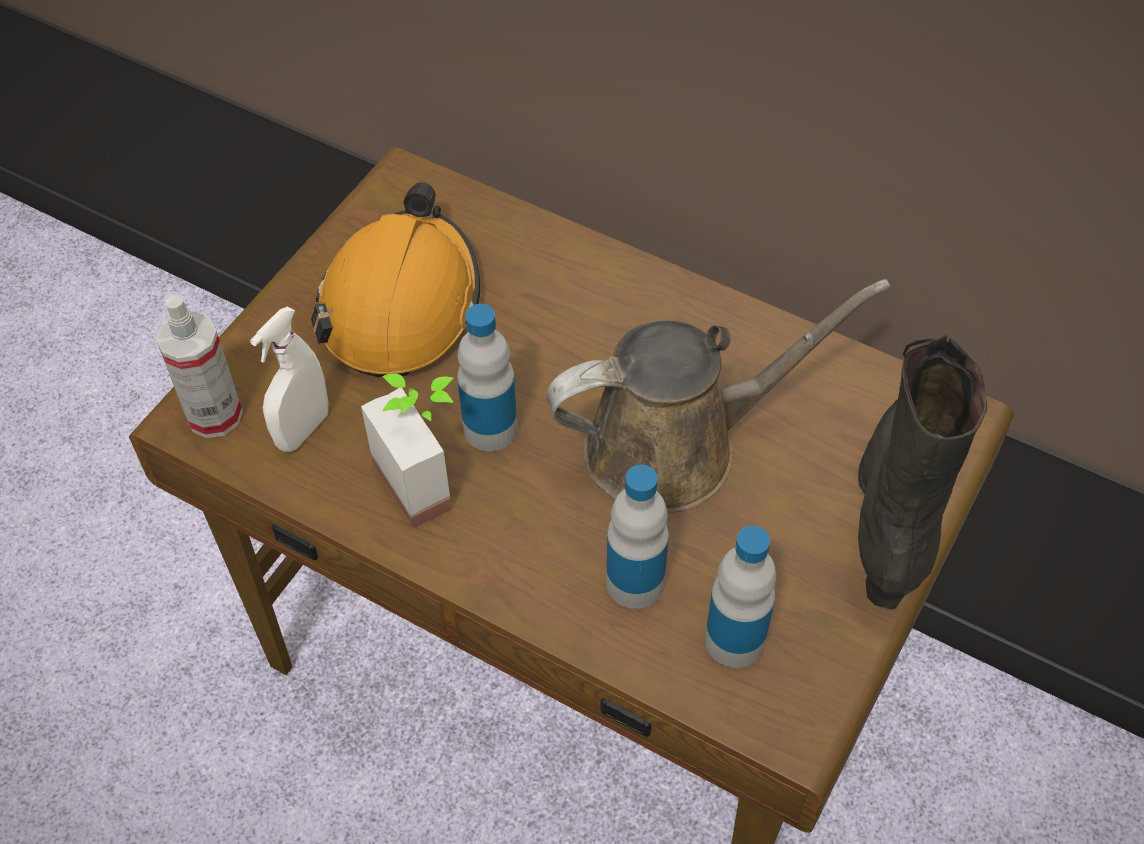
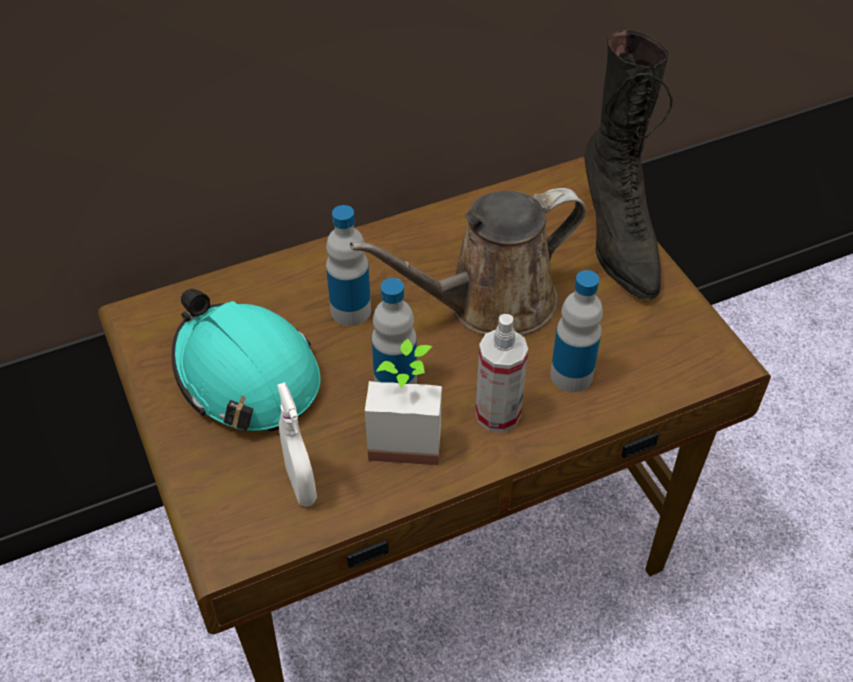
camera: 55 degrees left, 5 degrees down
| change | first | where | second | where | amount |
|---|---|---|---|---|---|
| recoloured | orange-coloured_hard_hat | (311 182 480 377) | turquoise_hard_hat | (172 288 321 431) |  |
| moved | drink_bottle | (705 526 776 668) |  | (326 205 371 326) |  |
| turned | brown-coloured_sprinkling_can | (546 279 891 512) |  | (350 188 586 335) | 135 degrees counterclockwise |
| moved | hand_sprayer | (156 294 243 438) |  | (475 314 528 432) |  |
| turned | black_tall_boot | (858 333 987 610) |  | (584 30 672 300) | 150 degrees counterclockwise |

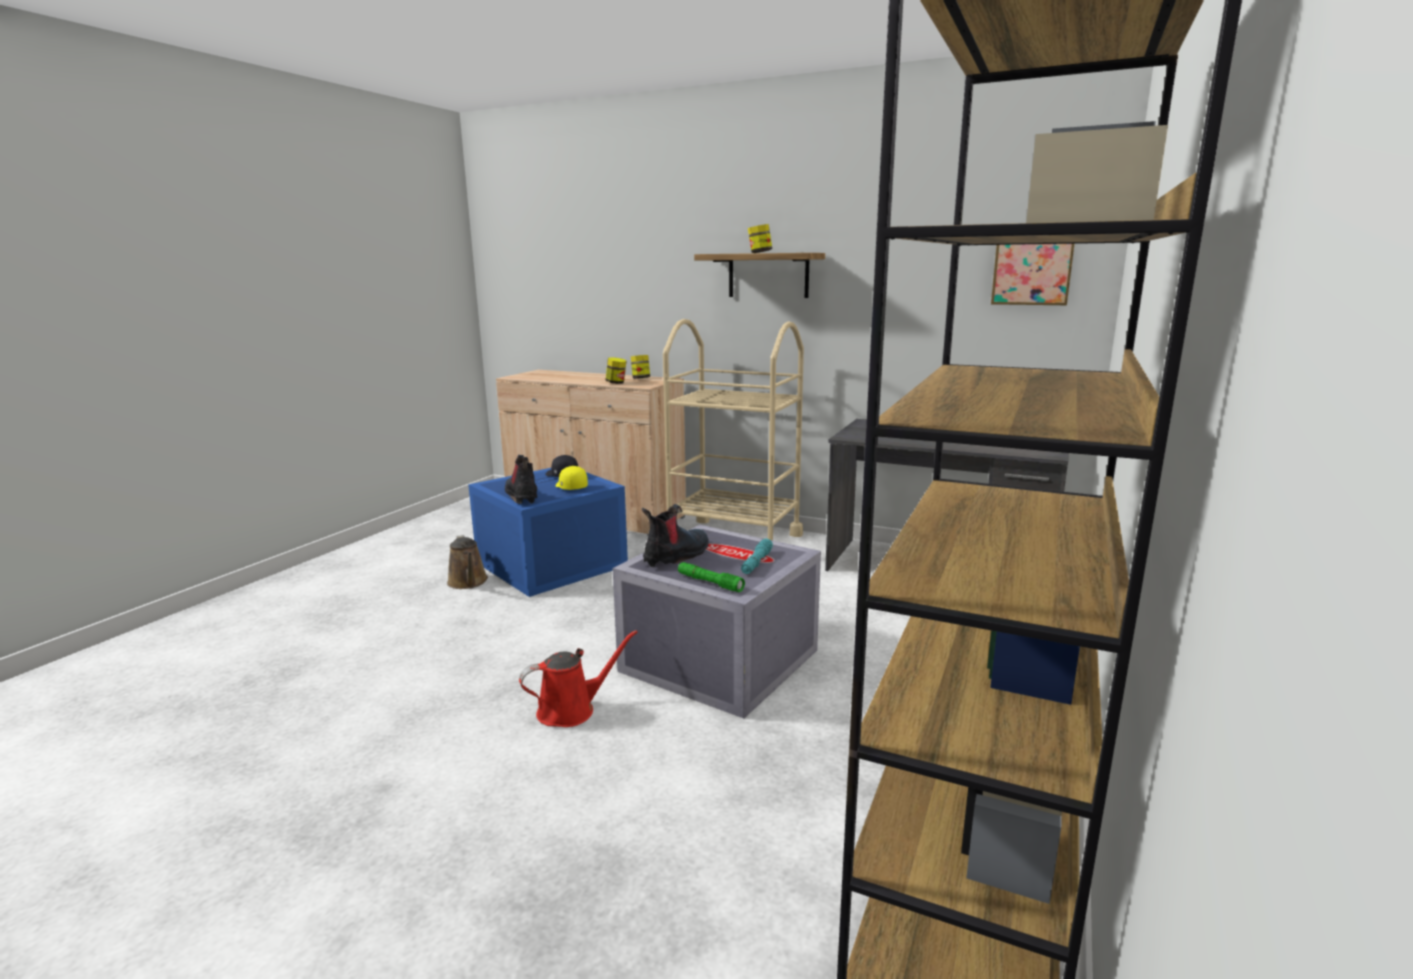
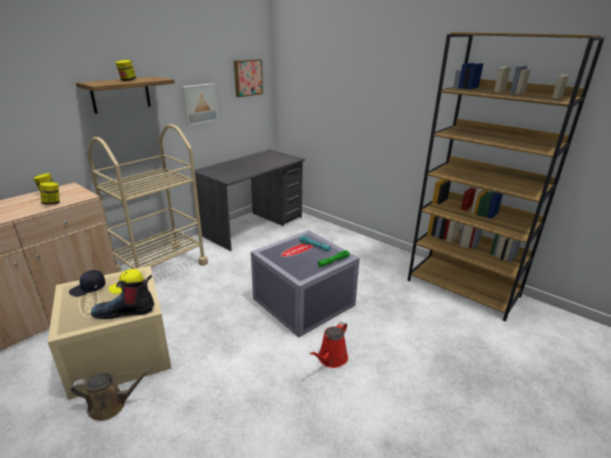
camera: 75 degrees left, 10 degrees up
| change | first | where | second | where | amount |
|---|---|---|---|---|---|
| recoloured | bluish_storage_container | (468 468 628 597) | beige_storage_container | (48 266 171 400) |  |
| added |  |  | wall_picture | (182 83 218 125) |  |
| turned | red-coloured_sprinkling_can | (519 630 638 727) |  | (310 322 348 368) | 135 degrees counterclockwise |
| removed | tall_boot | (642 504 709 567) |  |  |  |

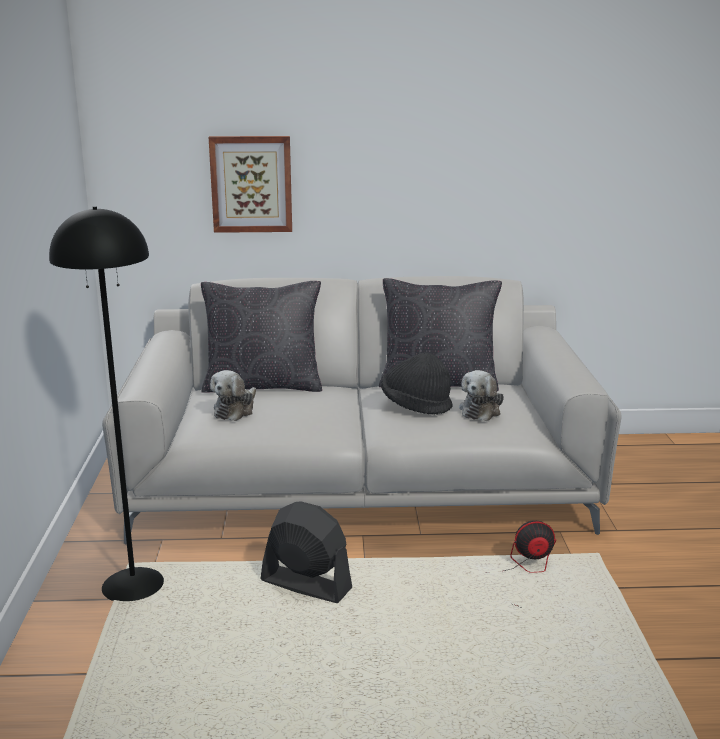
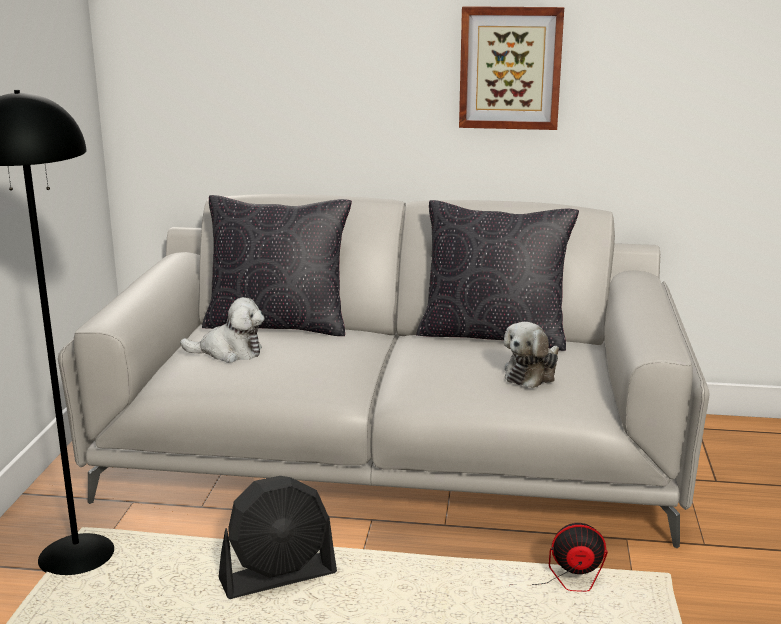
camera: 10 degrees right, 0 degrees up
| change | first | where | second | where | amount |
|---|---|---|---|---|---|
| turned | cuddly_toy | (210 370 256 421) |  | (180 297 264 363) | 120 degrees counterclockwise |
| turned | black_cooling_fan | (261 501 352 603) |  | (219 476 337 599) | 120 degrees clockwise |
| moved | wall_picture | (208 136 292 233) |  | (459 6 564 130) |  |
| removed | black_clothing_hat | (381 352 453 415) |  |  |  |

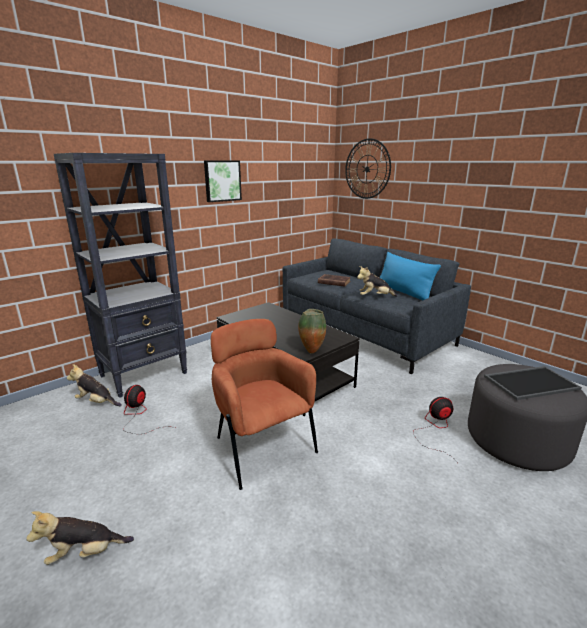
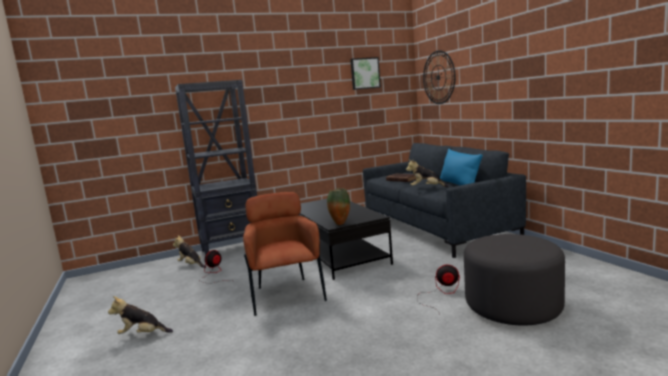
camera: 20 degrees right, 10 degrees down
| change | first | where | second | where | amount |
|---|---|---|---|---|---|
| moved | wall_picture | (204 160 242 202) |  | (350 57 381 90) |  |
| removed | tray | (484 366 582 400) |  |  |  |

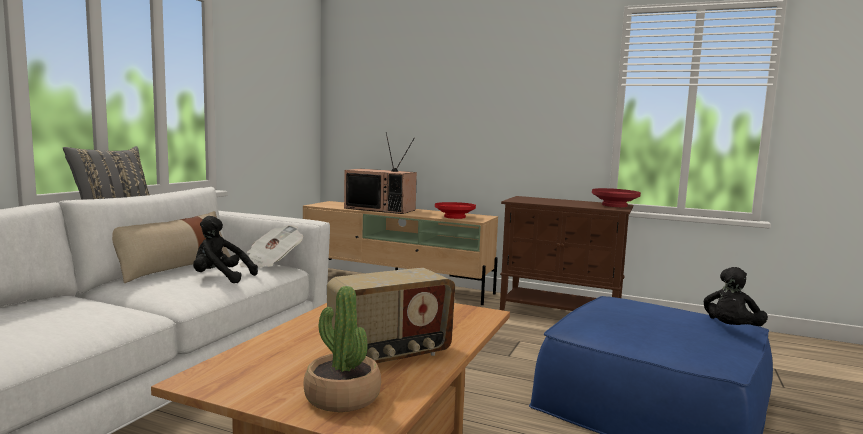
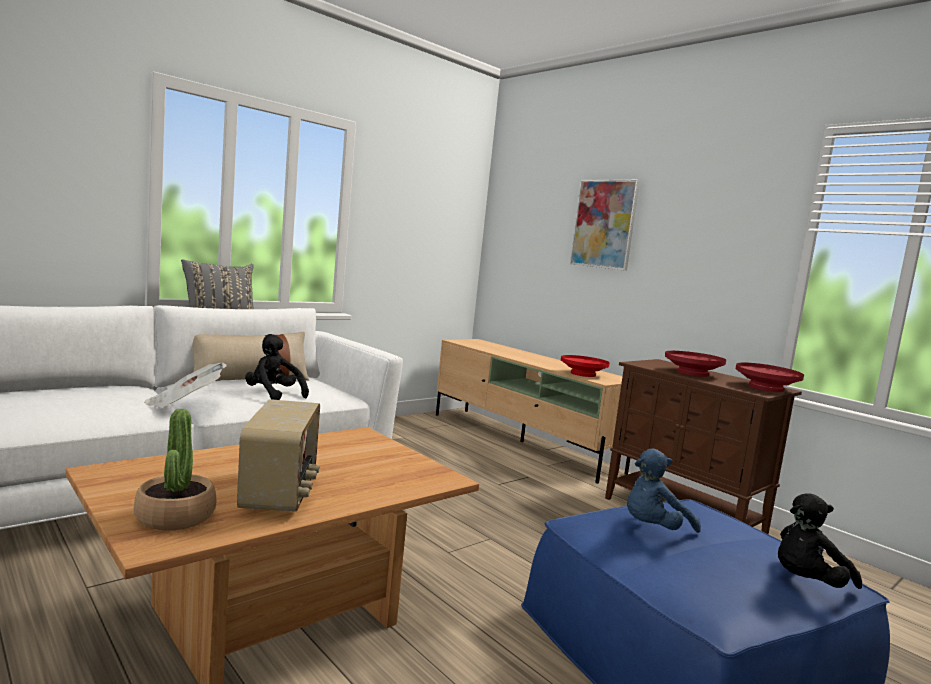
camera: 25 degrees right, 0 degrees up
| change | first | where | second | where | amount |
|---|---|---|---|---|---|
| moved | newspaper | (240 225 303 268) |  | (144 363 227 408) |  |
| turned | radio_receiver | (327 268 455 363) |  | (237 399 320 512) | 90 degrees counterclockwise |
| added |  |  | wall_picture | (570 179 640 271) |  |
| added |  |  | bluish_cuddly_toy | (627 448 701 533) |  |
| added |  |  | red-coloured_bowl | (665 351 726 377) |  |
| removed | television | (344 132 417 214) |  |  |  |

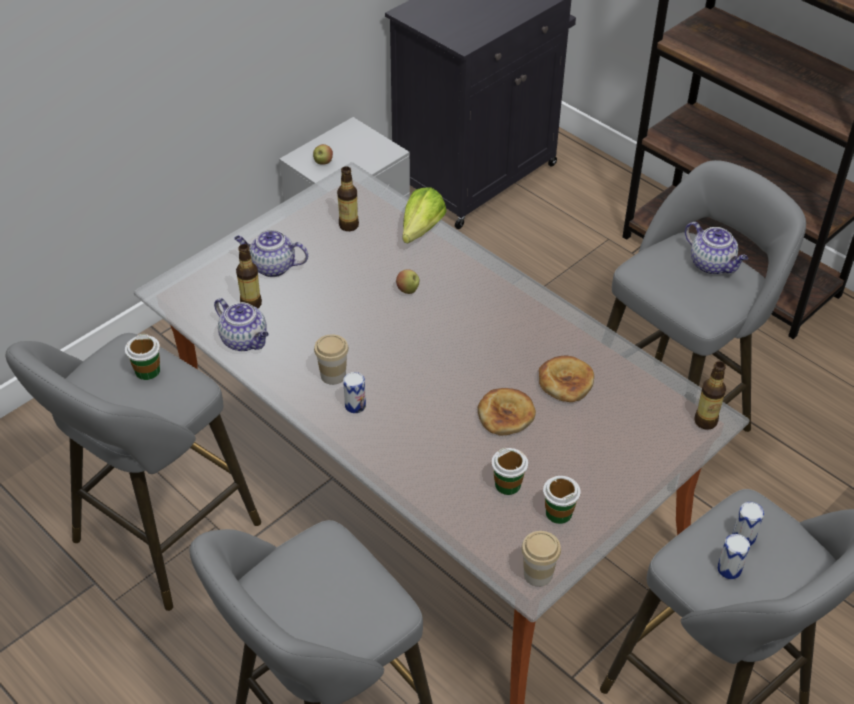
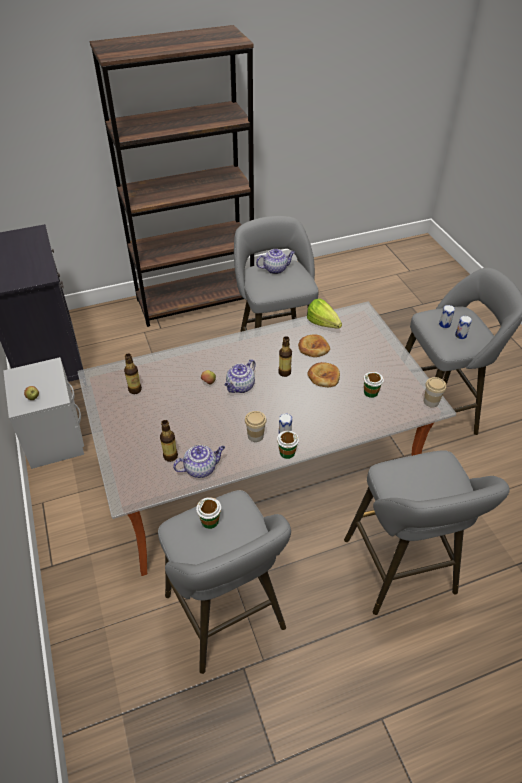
camera: 65 degrees left, 0 degrees up
| change | first | where | second | where | amount |
|---|---|---|---|---|---|
| moved | tea_pot | (234 230 308 277) |  | (224 359 256 393) |  |
| moved | cup | (543 476 580 524) |  | (277 431 299 459) |  |
| moved | drink_bottle | (694 361 726 430) |  | (278 336 292 377) |  |
| moved | lettuce | (403 187 447 244) |  | (307 298 342 329) |  |

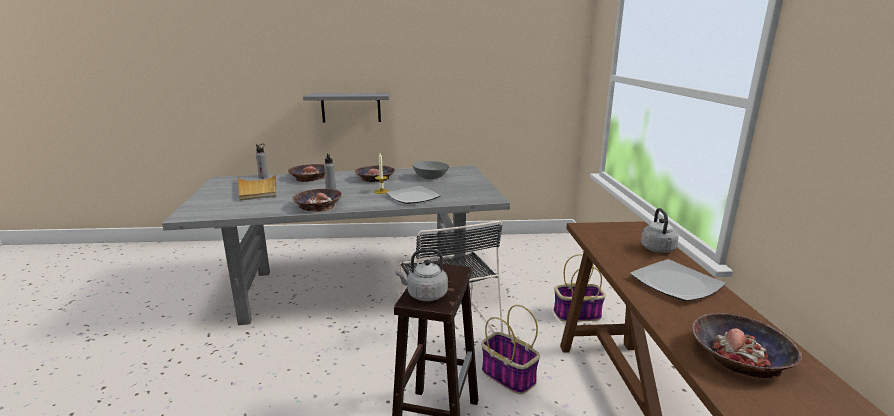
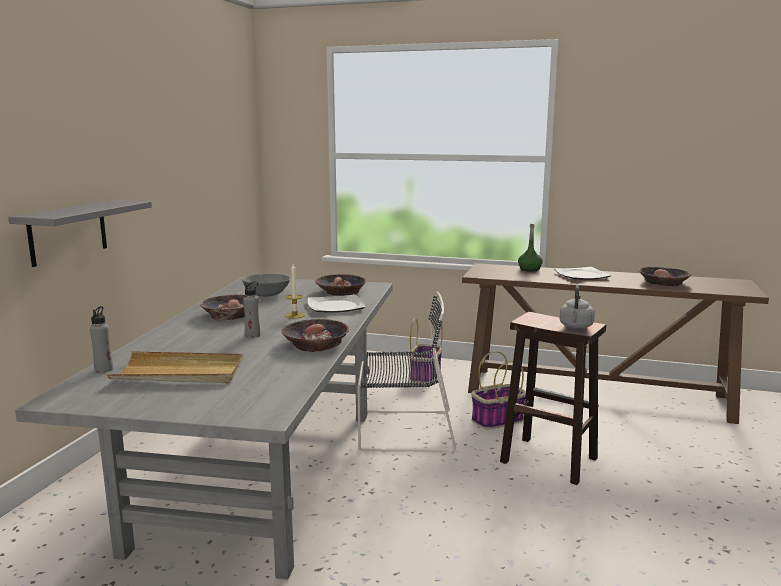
camera: 70 degrees left, 5 degrees down
| change | first | where | second | where | amount |
|---|---|---|---|---|---|
| moved | bowl | (288 164 325 182) |  | (315 274 367 296) |  |
| replaced | greyish_water_kettle | (641 208 679 253) | green_drink_bottle | (518 224 543 272) |  |

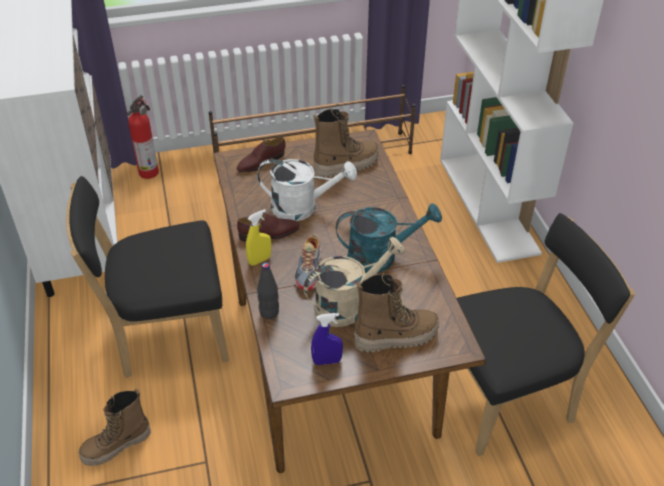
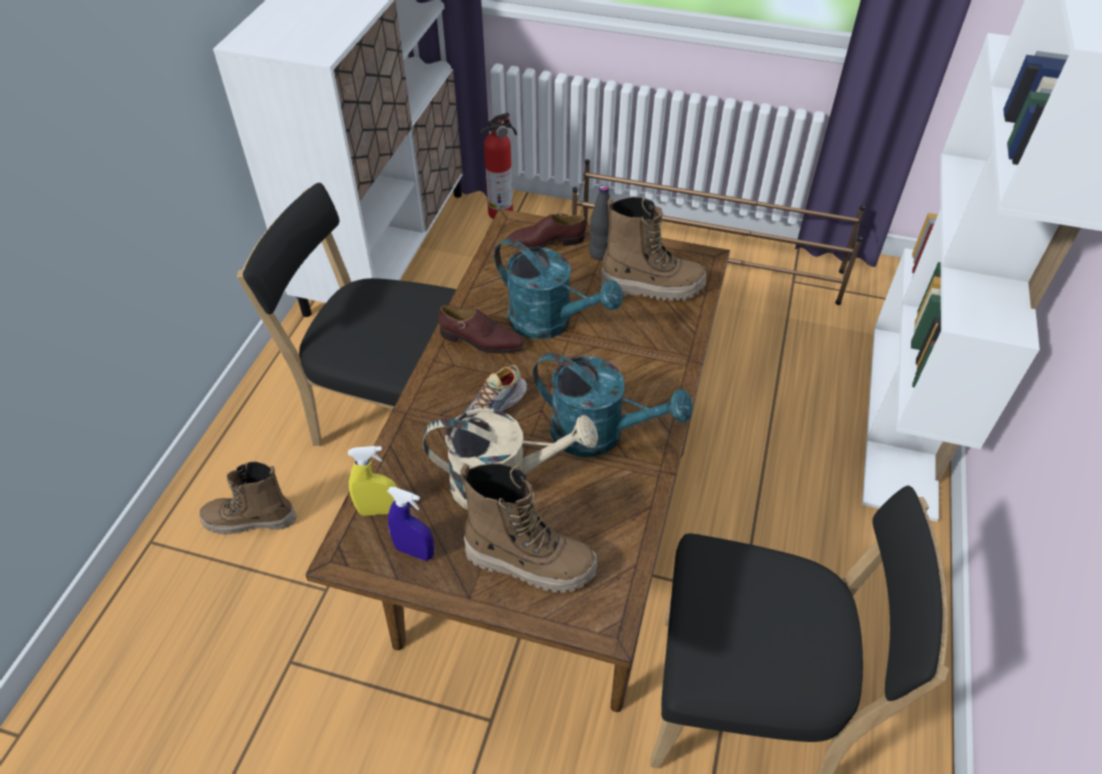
camera: 30 degrees right, 5 degrees up
| change | first | where | second | where | amount |
|---|---|---|---|---|---|
| moved | yellow-coloured_hand_sprayer | (246 209 271 266) |  | (348 446 397 516) |  |
| recoloured | whitish_sprinkling_can | (257 159 357 221) | turquoise_sprinkling_can | (494 238 623 339) |  |
| moved | black_drink_bottle | (257 262 279 319) |  | (589 185 610 261) |  |

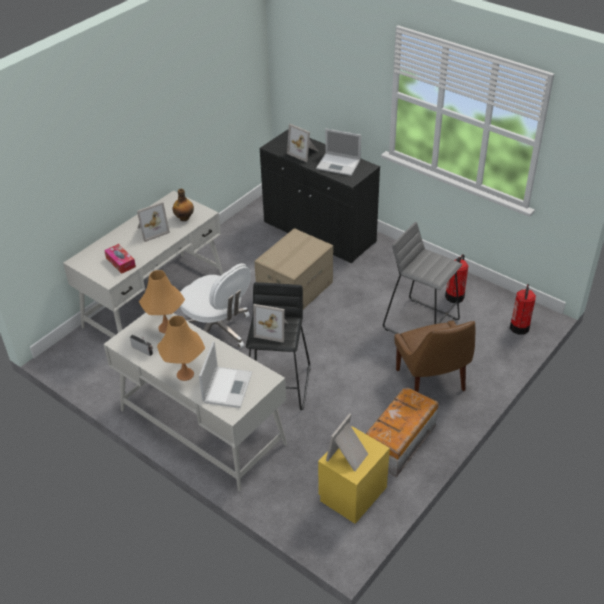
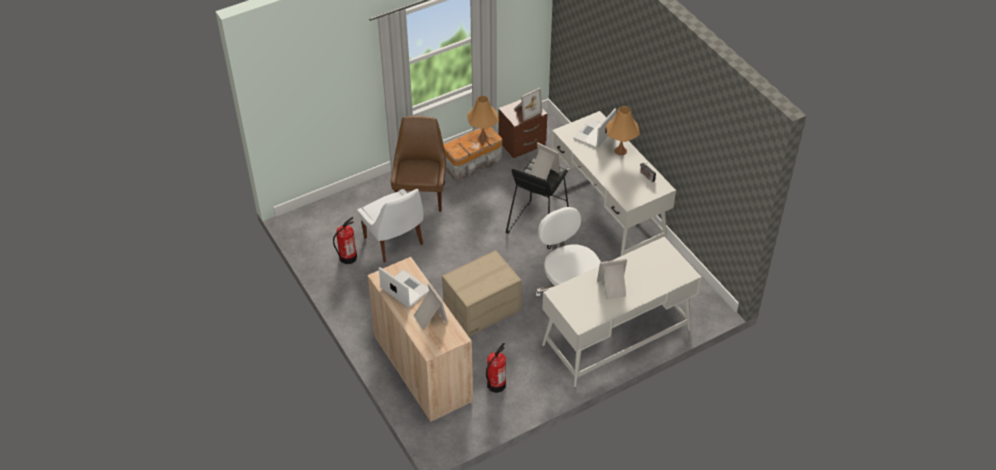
camera: 160 degrees left, 5 degrees up
| change | first | where | second | where | amount |
|---|---|---|---|---|---|
| replaced | greyish_sitting_stool | (383 222 462 335) | whitish_upright_chair | (357 189 424 262) |  |
| recoloured | black_cabinet | (260 129 380 264) | beige_cabinet | (367 257 473 422) |  |
| moved | orange-coloured_table_lamp | (139 270 185 333) |  | (467 96 499 142) |  |
| moved | fire_extinguisher | (510 284 536 335) |  | (486 343 506 393) |  |
| recoloured | yellow-coloured_nightstand | (318 426 390 524) | brown-coloured_nightstand | (498 100 547 158) |  |
| removed | tissue_holder | (104 244 136 274) |  |  |  |
| removed | drink_bottle | (173 189 194 221) |  |  |  |

